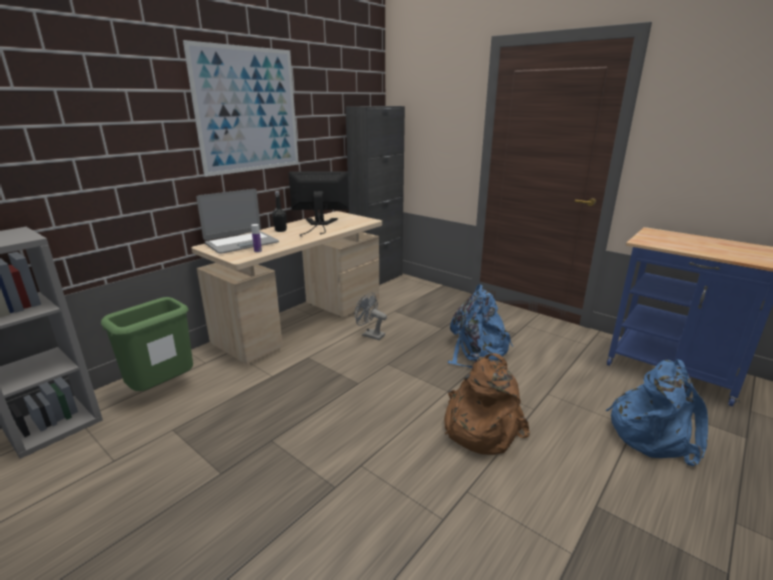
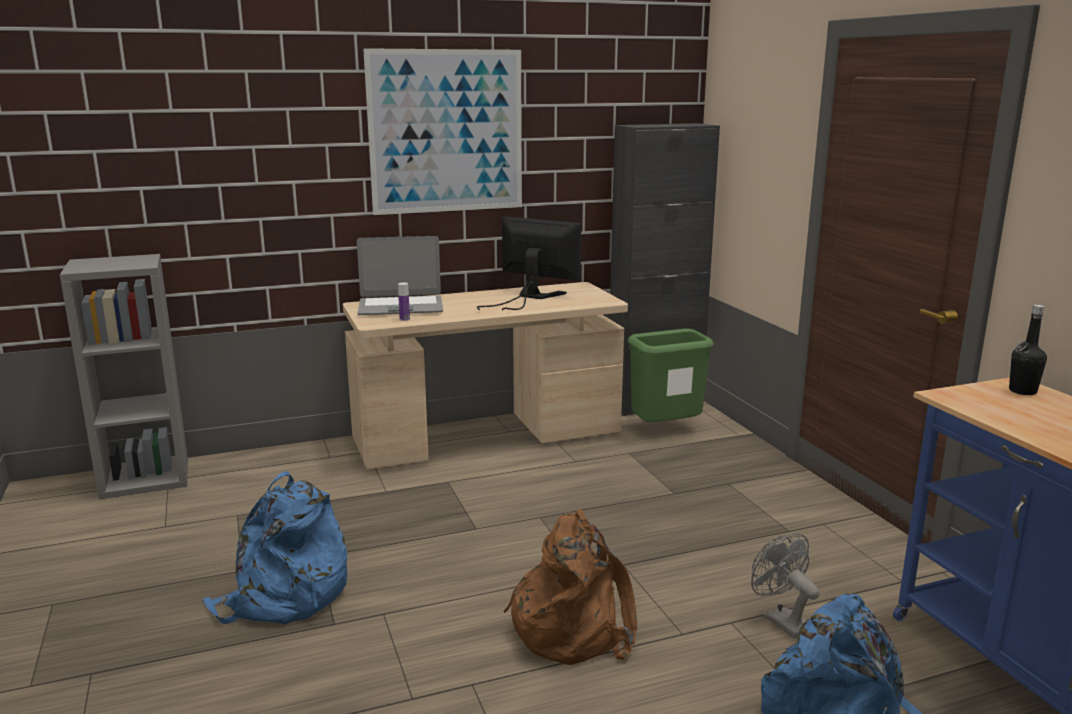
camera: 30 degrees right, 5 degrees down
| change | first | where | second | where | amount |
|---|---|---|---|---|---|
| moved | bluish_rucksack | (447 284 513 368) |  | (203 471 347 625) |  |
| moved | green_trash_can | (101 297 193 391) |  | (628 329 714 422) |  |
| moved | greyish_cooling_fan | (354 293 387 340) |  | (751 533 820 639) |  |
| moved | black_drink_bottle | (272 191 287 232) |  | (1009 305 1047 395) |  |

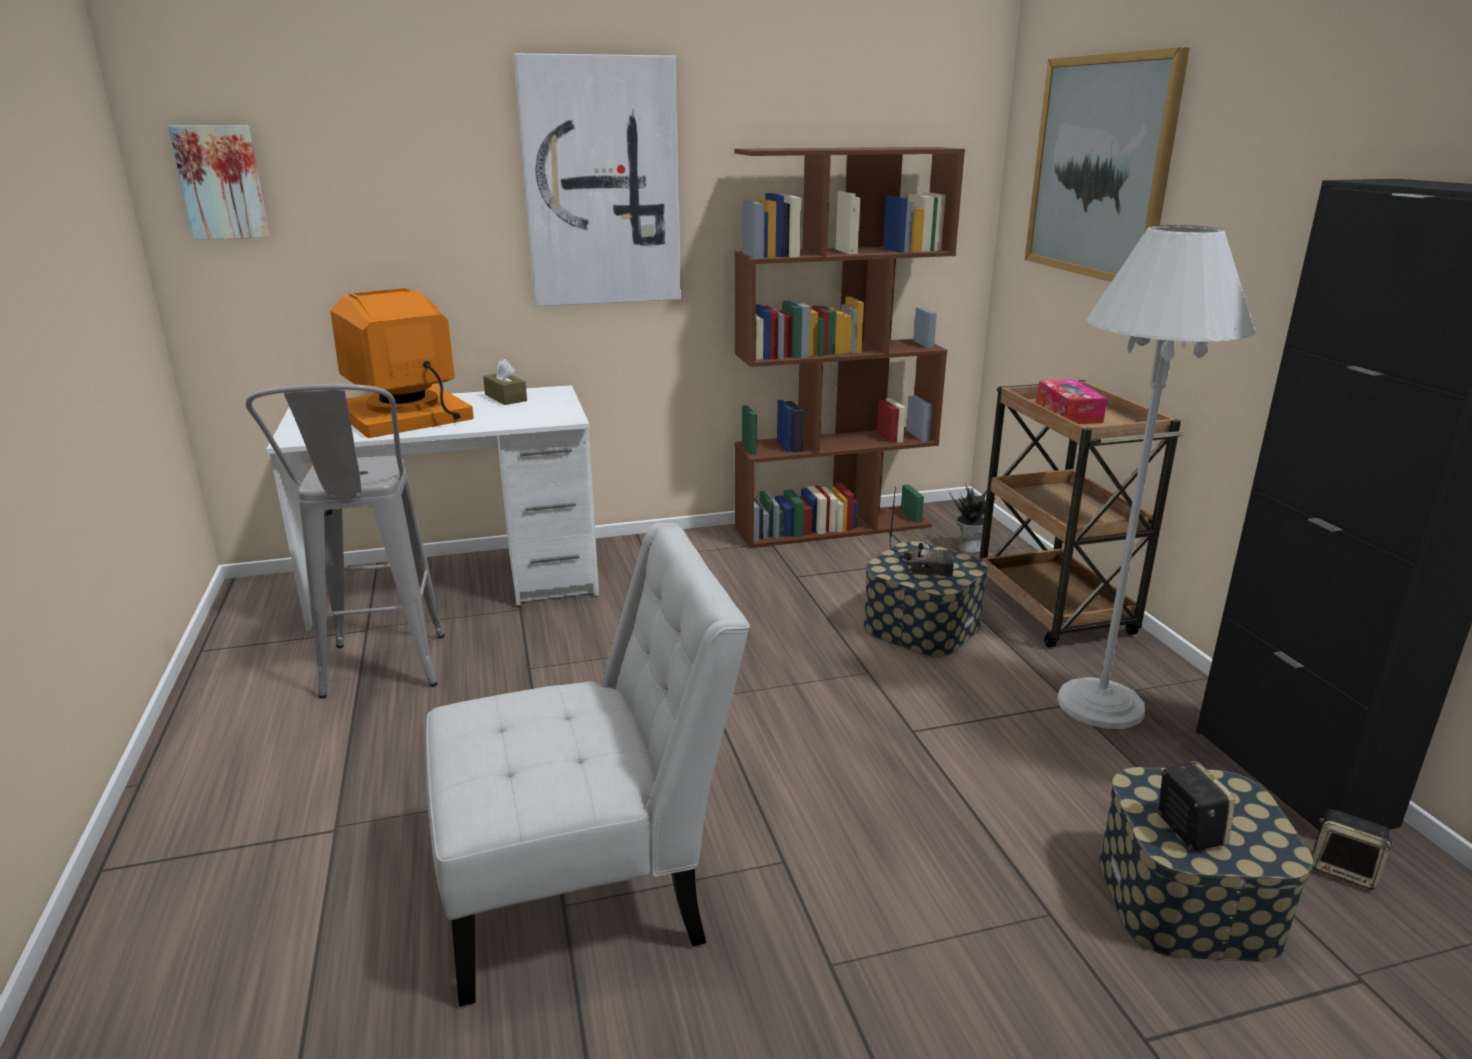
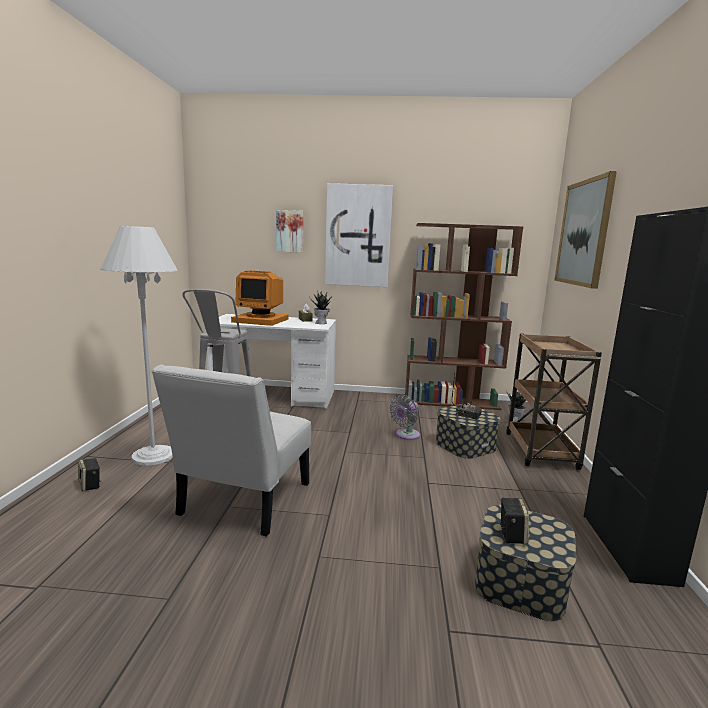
camera: 20 degrees right, 10 degrees down
| change | first | where | second | where | amount |
|---|---|---|---|---|---|
| moved | loudspeaker | (1313 809 1394 890) |  | (78 458 100 492) |  |
| moved | whitish_standing_lamp | (1058 225 1256 729) |  | (100 226 178 466) |  |
| turned | whitish_upright_chair | (425 523 750 1007) |  | (152 365 311 537) | 105 degrees clockwise |
| turned | computer_screen | (330 288 474 438) |  | (231 270 289 326) | 150 degrees counterclockwise |
| moved | wall_picture | (168 125 270 240) |  | (276 210 304 253) |  |
| added |  |  | potted_plant | (310 291 332 324) |  |
| added |  |  | greyish_cooling_fan | (389 395 420 440) |  |
| removed | tissue_holder | (1036 379 1107 424) |  |  |  |

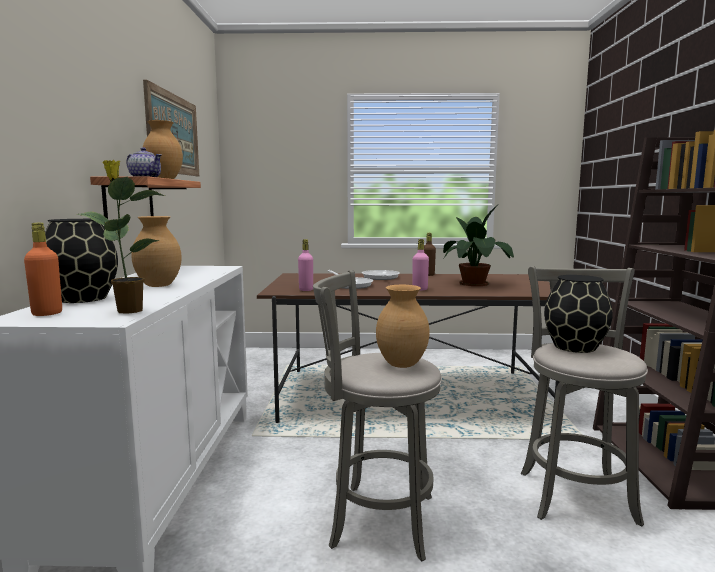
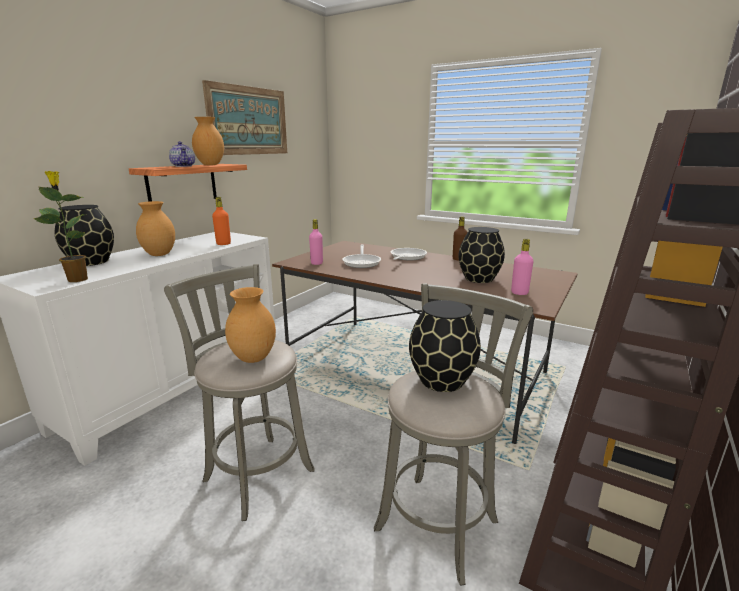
camera: 30 degrees right, 10 degrees up
| change | first | where | second | where | amount |
|---|---|---|---|---|---|
| moved | orange-coloured_drink_bottle | (24 223 62 316) |  | (212 197 231 245) |  |
| replaced | potted_plant | (443 204 514 286) | black_vase | (459 227 505 283) |  |
| moved | pink_drink_bottle | (412 239 429 291) |  | (511 239 533 295) |  |

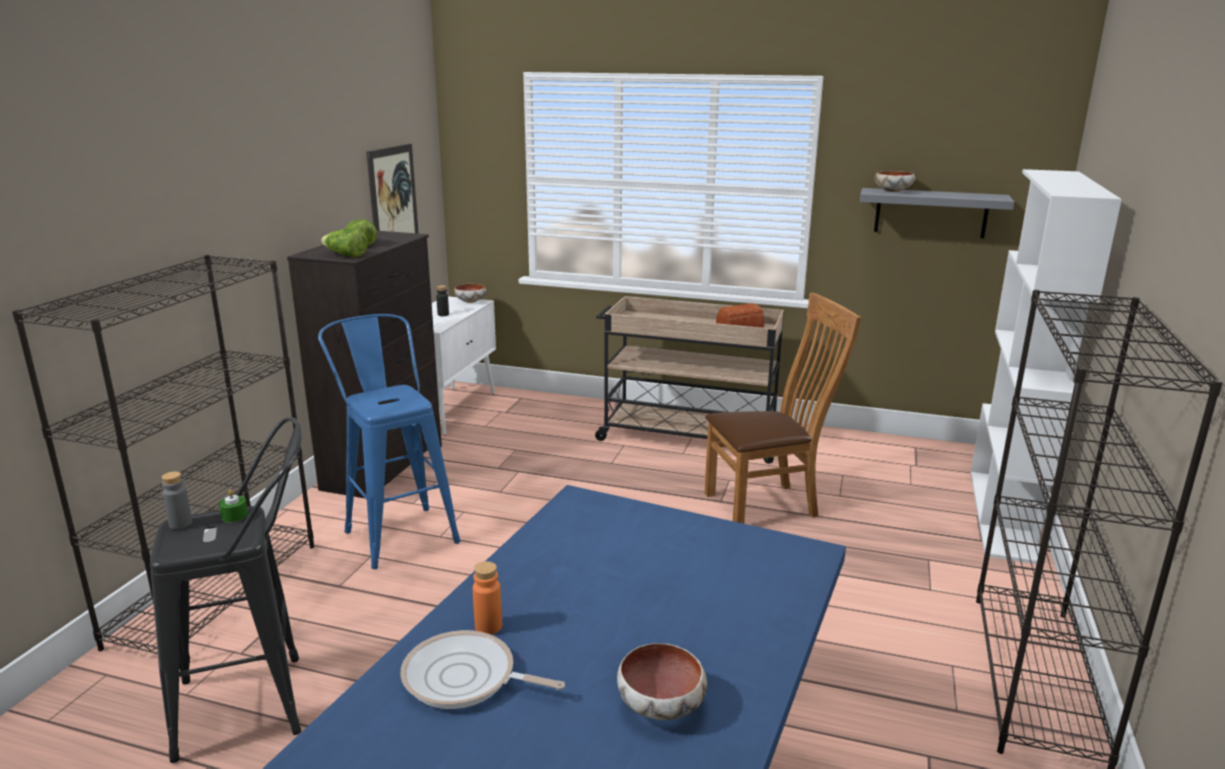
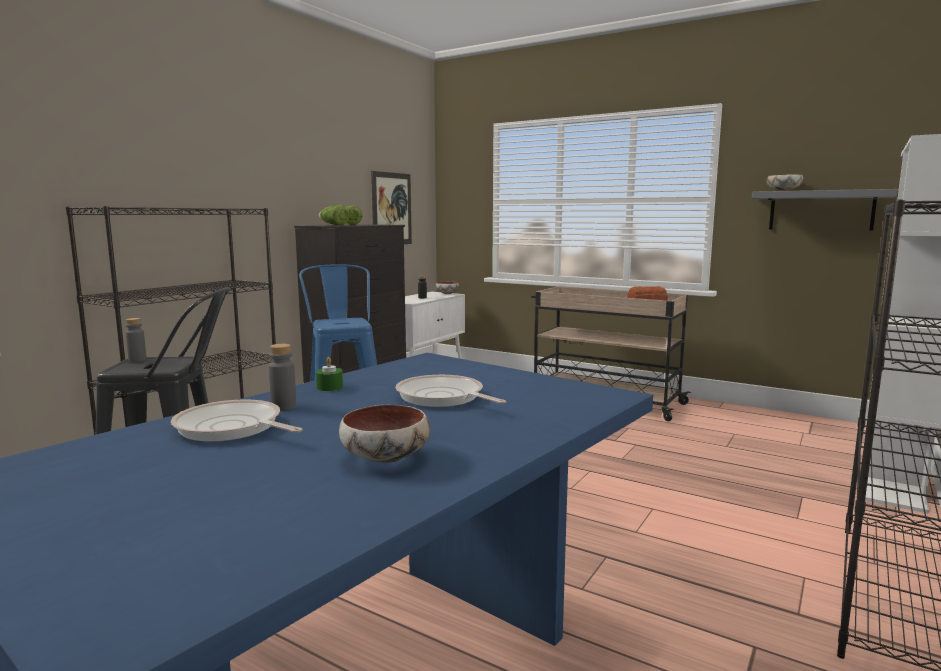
camera: 15 degrees right, 10 degrees down
| change | first | where | second | where | amount |
|---|---|---|---|---|---|
| recoloured | orange-coloured_drink_bottle | (473 561 502 635) | greyish_drink_bottle | (269 344 296 410) |  |
| moved | green_wax_candle | (219 489 248 522) |  | (316 357 343 391) |  |
| added |  |  | pan | (396 375 506 407) |  |
| removed | brown-coloured_upright_chair | (705 293 861 524) |  |  |  |

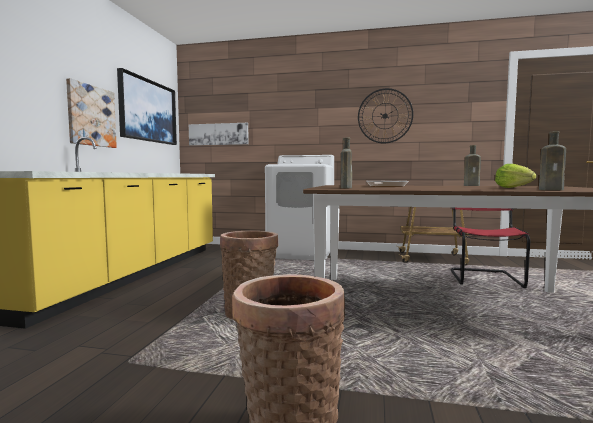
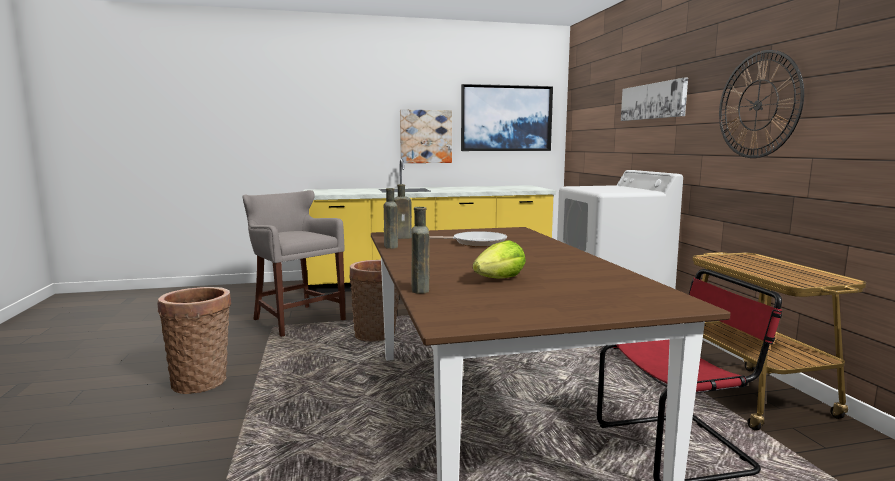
camera: 65 degrees right, 5 degrees up
| change | first | where | second | where | amount |
|---|---|---|---|---|---|
| added |  |  | greyish_sitting_stool | (242 190 346 337) |  |
| moved | brown-coloured_drink_bottle | (464 145 481 186) |  | (384 188 398 249) |  |
| moved | wall_picture | (189 123 249 146) |  | (621 78 688 121) |  |

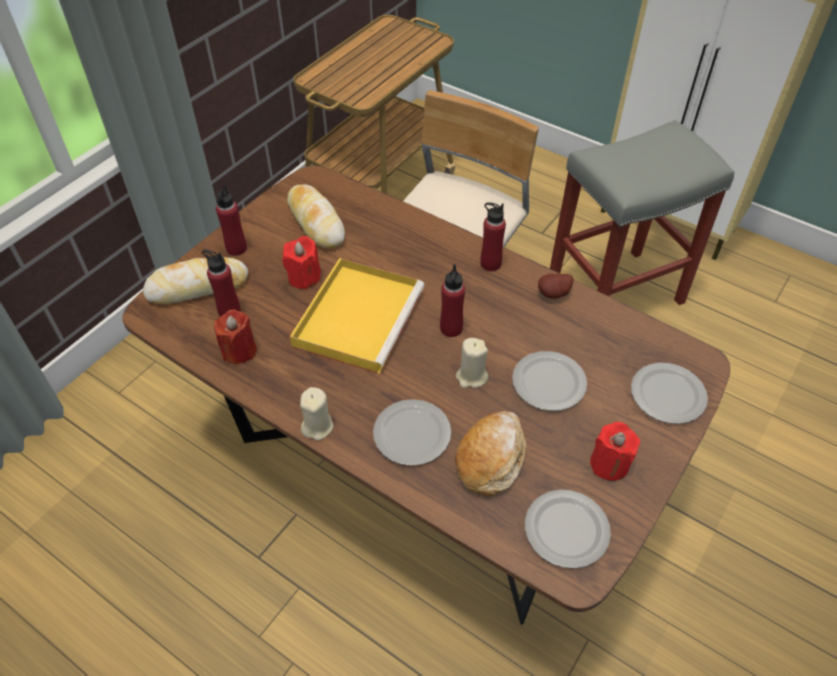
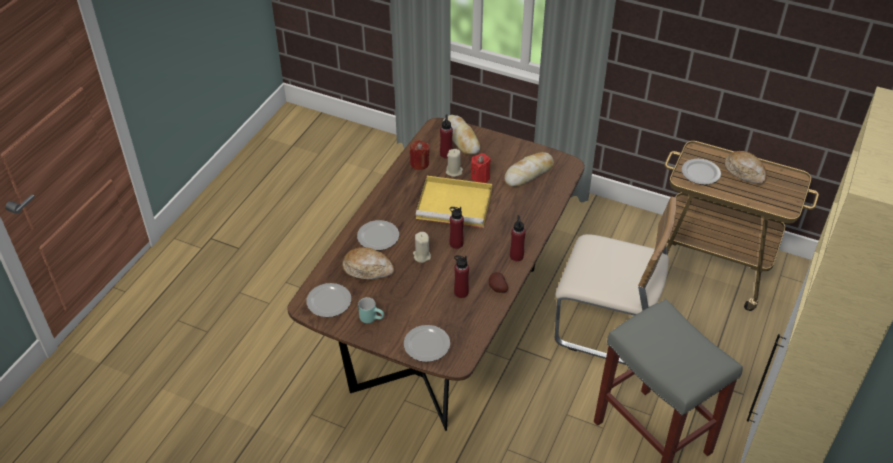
camera: 80 degrees right, 5 degrees down
| change | first | where | second | where | amount |
|---|---|---|---|---|---|
| replaced | red-coloured_wax_candle | (590 422 640 481) | turquoise_mug | (358 297 384 323) |  |
| moved | beige_wax_candle | (300 387 334 440) |  | (446 149 463 177) |  |
| moved | red-coloured_drink_bottle | (216 184 247 256) |  | (454 255 469 298) |  |
| moved | dinner_plate | (512 351 587 411) |  | (682 159 721 185) |  |
| added |  |  | bread | (724 151 767 184) |  |

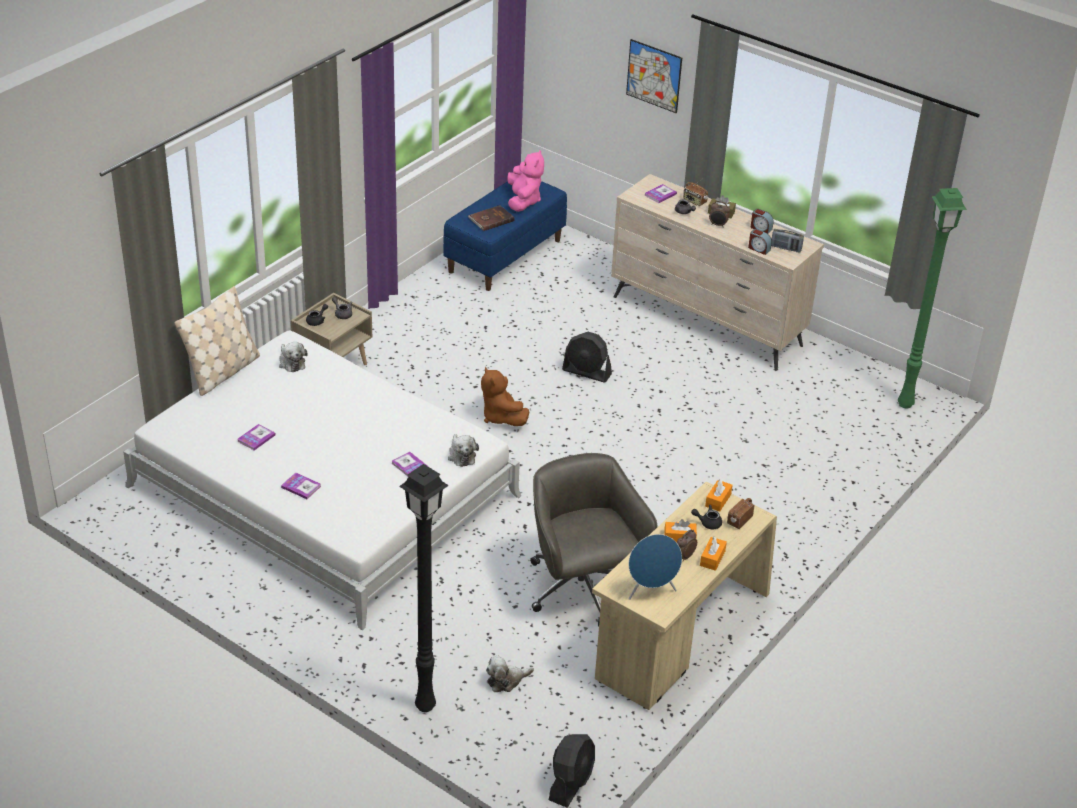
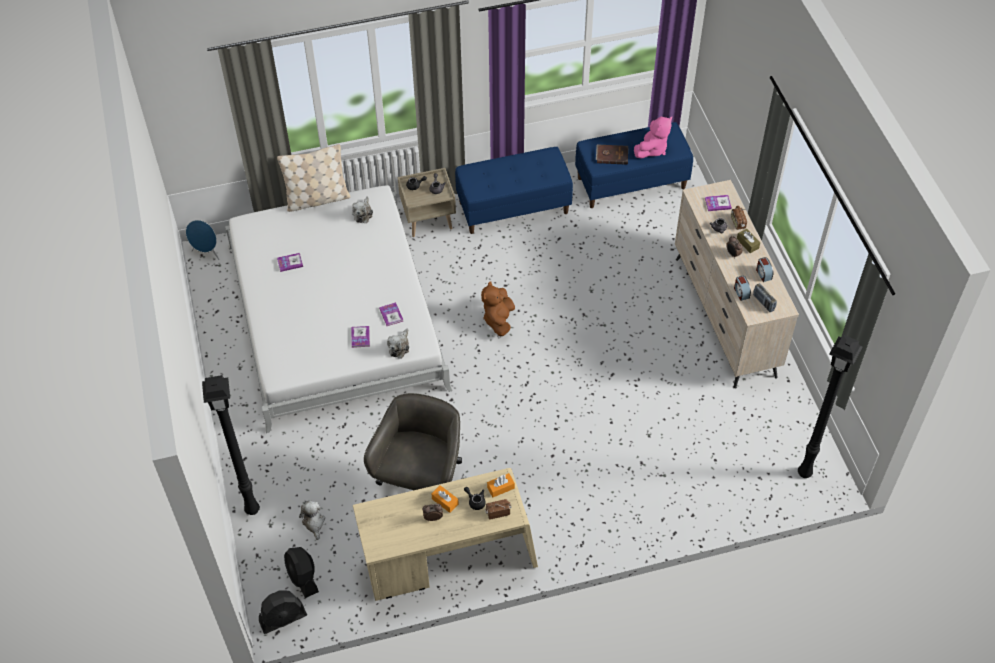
camera: 40 degrees right, 15 degrees up
| change | first | where | second | where | amount |
|---|---|---|---|---|---|
| moved | bluish_loudspeaker | (629 534 682 600) |  | (186 220 219 260) |  |
| moved | black_cooling_fan | (562 332 612 383) |  | (284 547 319 598) |  |
| turned | cuddly_toy | (486 655 534 692) |  | (299 500 325 540) | 60 degrees clockwise |
| moved | volume | (281 473 321 499) |  | (379 302 403 326) |  |
| added |  |  | bluish_long_seat | (455 147 573 234) |  |
| recoloured | green_standing_lamp | (898 188 967 408) | black_standing_lamp | (798 335 863 478) |  |
| removed | wall_picture | (626 39 682 113) |  |  |  |
| removed | orange-coloured_tissue_holder | (700 536 727 571) |  |  |  |

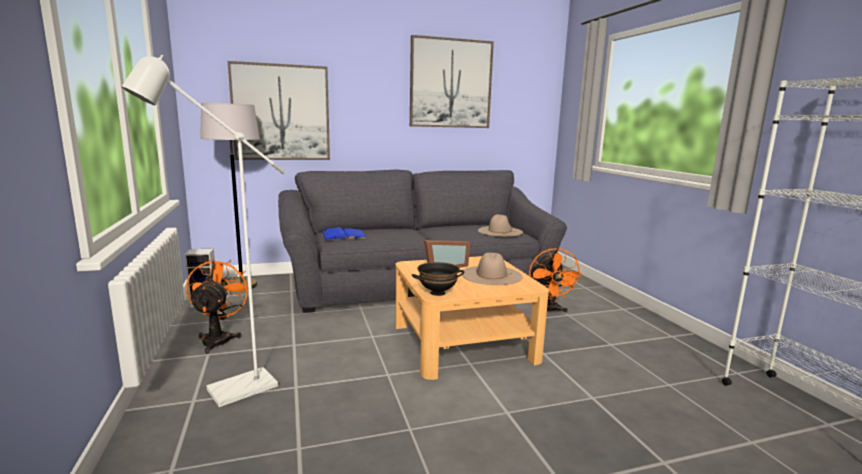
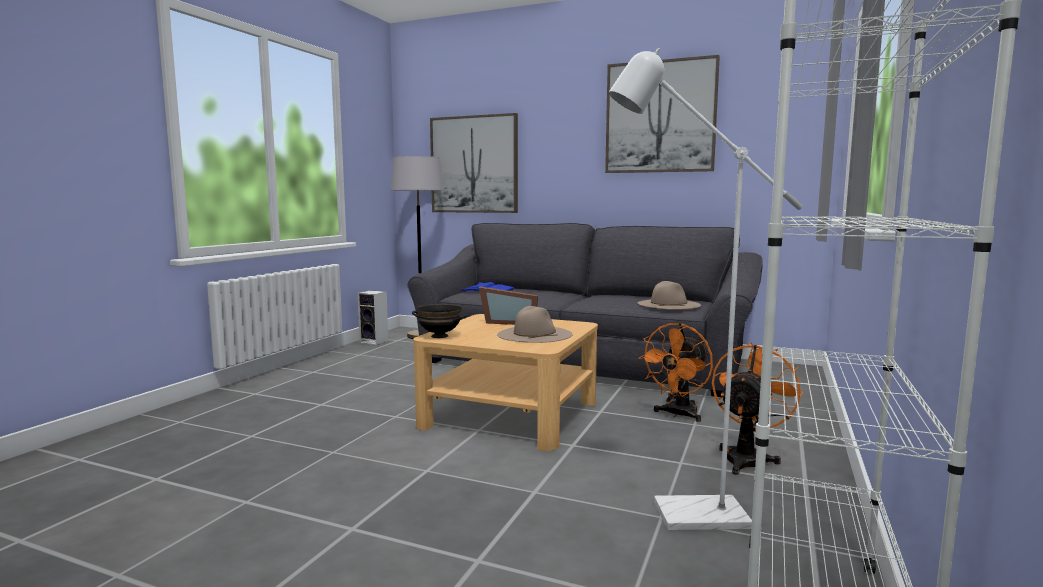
camera: 40 degrees right, 5 degrees down
| change | first | where | second | where | amount |
|---|---|---|---|---|---|
| moved | whitish_standing_lamp | (122 55 286 407) |  | (609 48 803 530) |  |
| moved | orange-coloured_cooling_fan | (186 259 248 354) |  | (712 343 803 475) |  |

